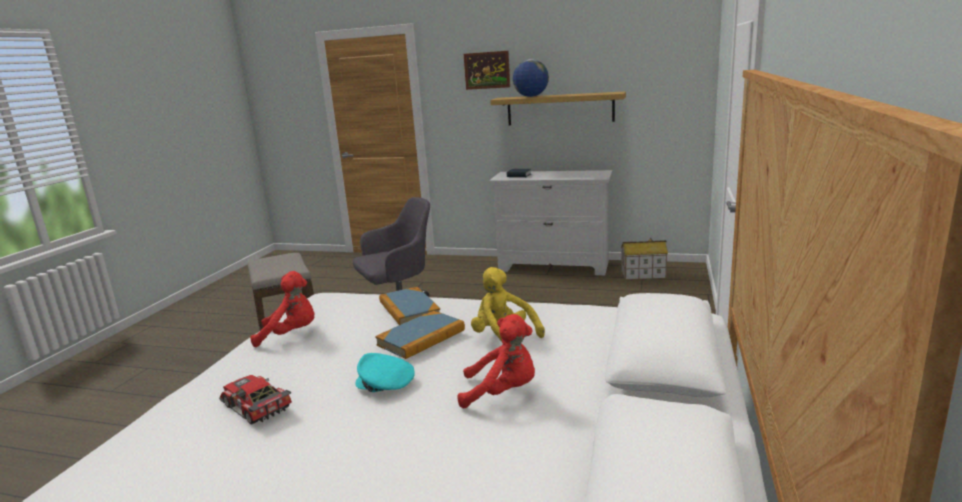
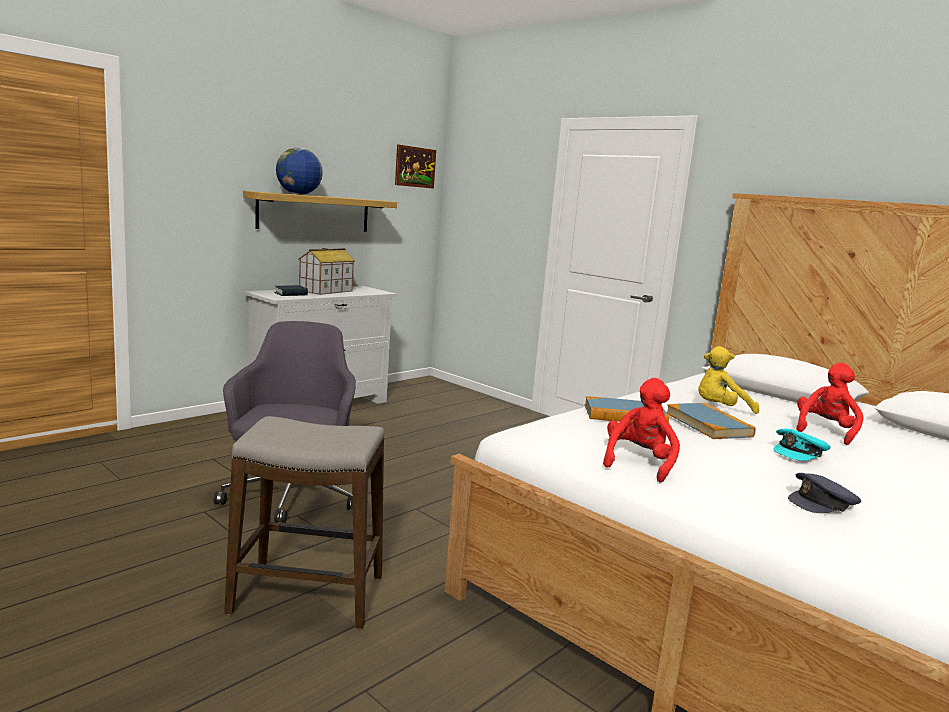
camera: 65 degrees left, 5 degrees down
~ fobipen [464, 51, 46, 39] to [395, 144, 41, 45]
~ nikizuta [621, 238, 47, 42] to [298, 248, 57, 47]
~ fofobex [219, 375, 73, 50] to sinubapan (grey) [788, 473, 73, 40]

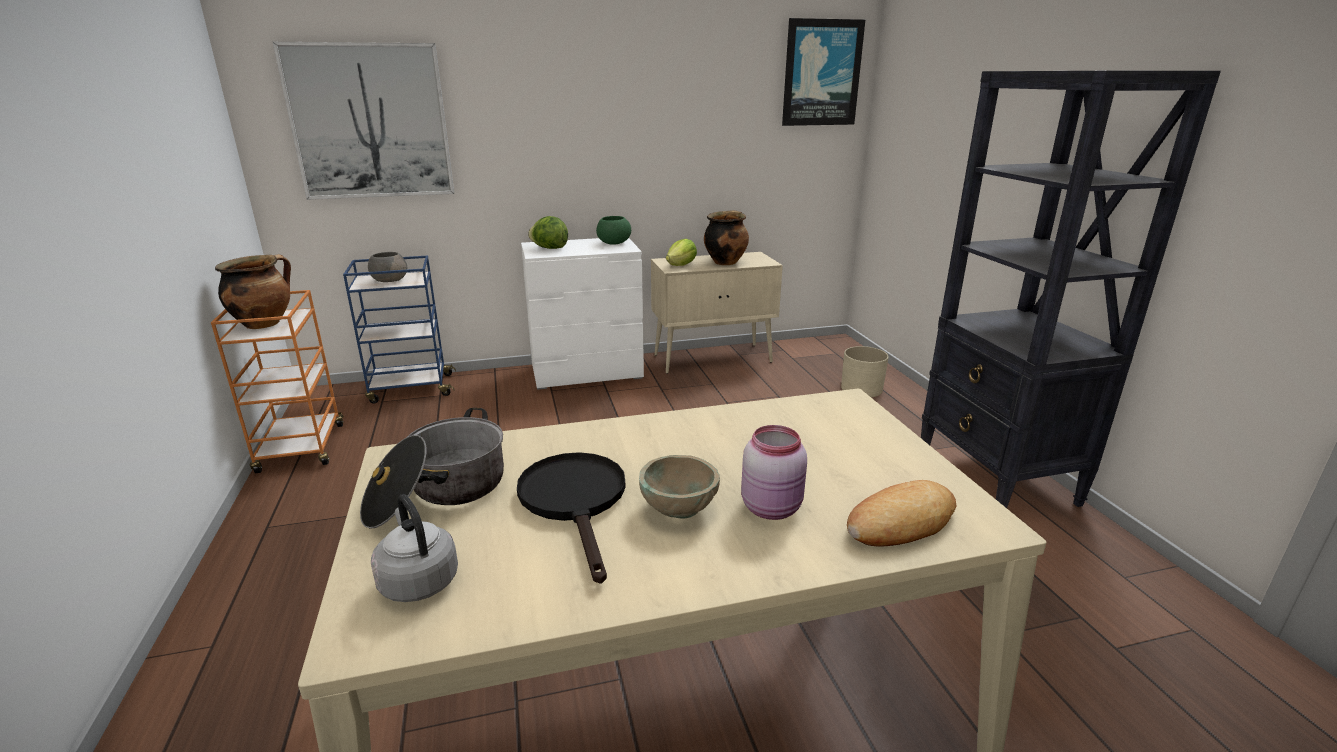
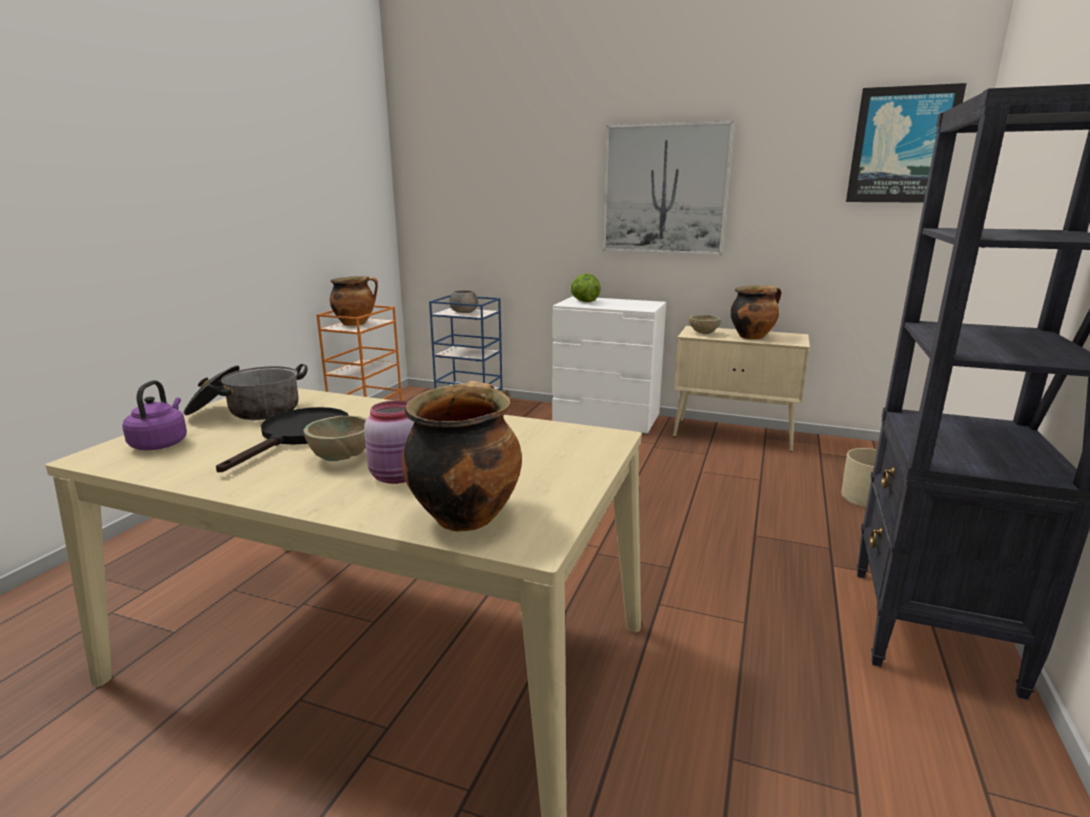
camera: 35 degrees right, 5 degrees down
~ fobipen [273, 42, 181, 158] to [603, 121, 131, 134]
- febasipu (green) [596, 216, 35, 29]
~ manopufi [666, 239, 31, 27] to febasipu (beige) [689, 315, 32, 19]
~ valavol [847, 480, 109, 67] to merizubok [402, 381, 120, 151]
~ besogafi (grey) [371, 494, 87, 108] to besogafi (purple) [122, 380, 65, 70]

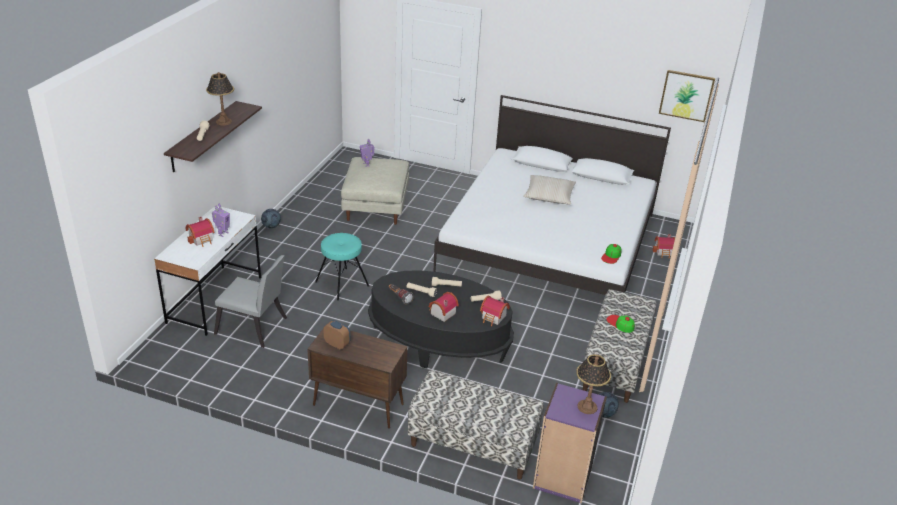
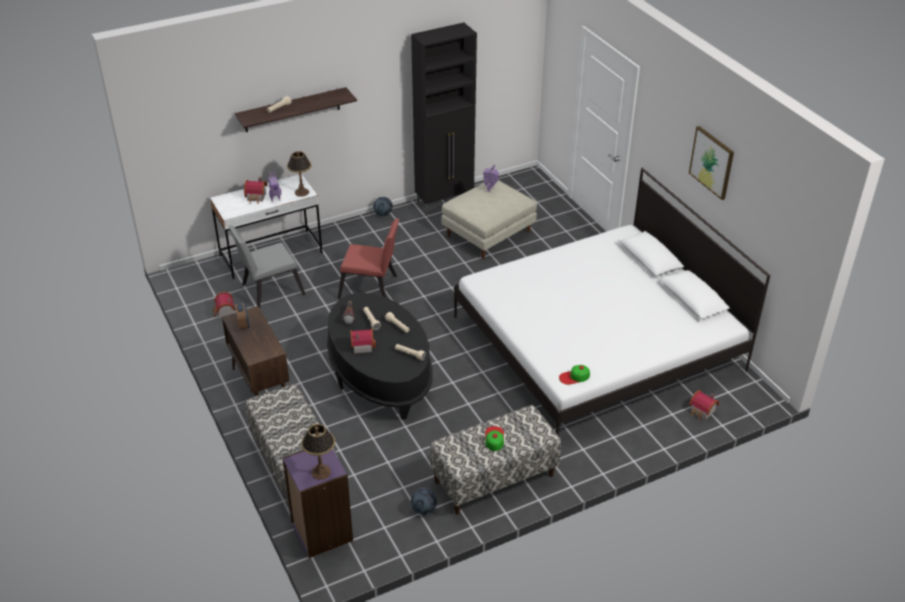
camera: 45 degrees right, 5 degrees up
~ fobipen [659, 70, 56, 52] to [689, 126, 45, 74]
~ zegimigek [206, 72, 28, 54] to [287, 151, 25, 46]
- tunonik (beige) [523, 175, 53, 30]
~ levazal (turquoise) [315, 233, 54, 68] to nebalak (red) [338, 218, 61, 81]
~ nebalak (grey) [214, 255, 73, 93] = [228, 225, 78, 83] 90 degrees clockwise
~ nikizuta [480, 296, 30, 30] to [213, 292, 22, 26]
+ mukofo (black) [411, 23, 66, 190]

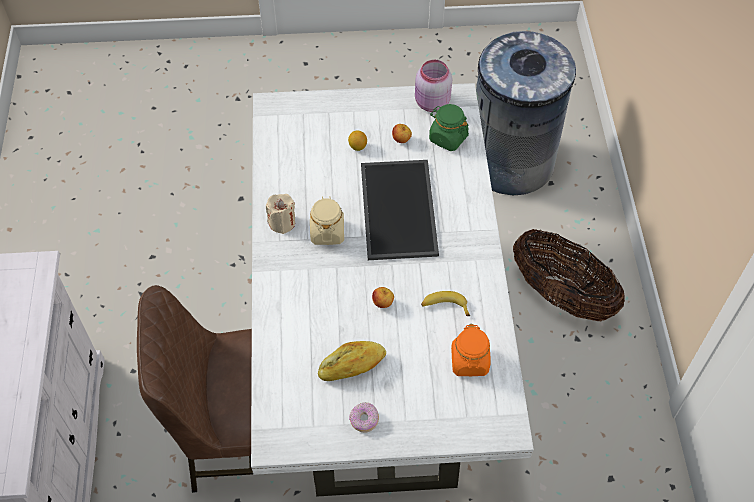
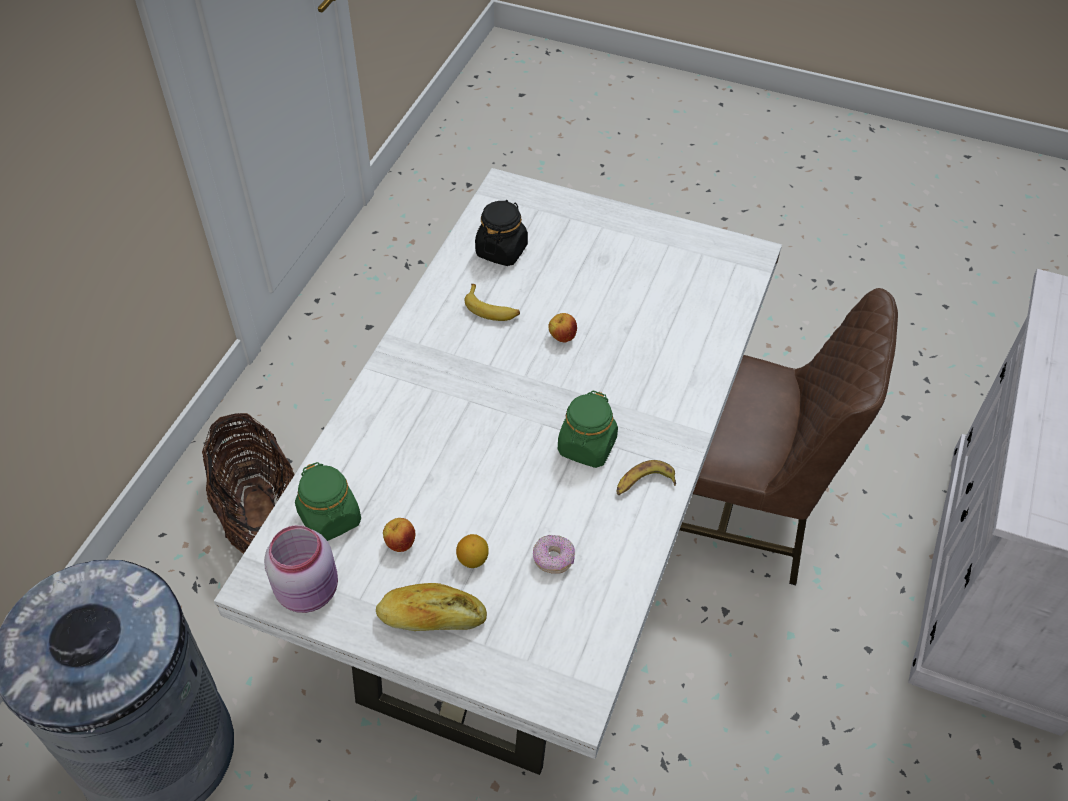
camera: 155 degrees left, 5 degrees down
- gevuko [361, 160, 78, 100]
~ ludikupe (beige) [266, 194, 29, 40] to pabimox [617, 460, 59, 35]
~ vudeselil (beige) [310, 196, 34, 49] to vudeselil (green) [558, 390, 60, 78]
~ vudeselil (orange) [451, 324, 39, 52] to vudeselil (black) [475, 200, 53, 66]
~ valavol [318, 341, 68, 40] to [376, 583, 111, 48]
~ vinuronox [349, 402, 30, 31] to [533, 535, 42, 39]

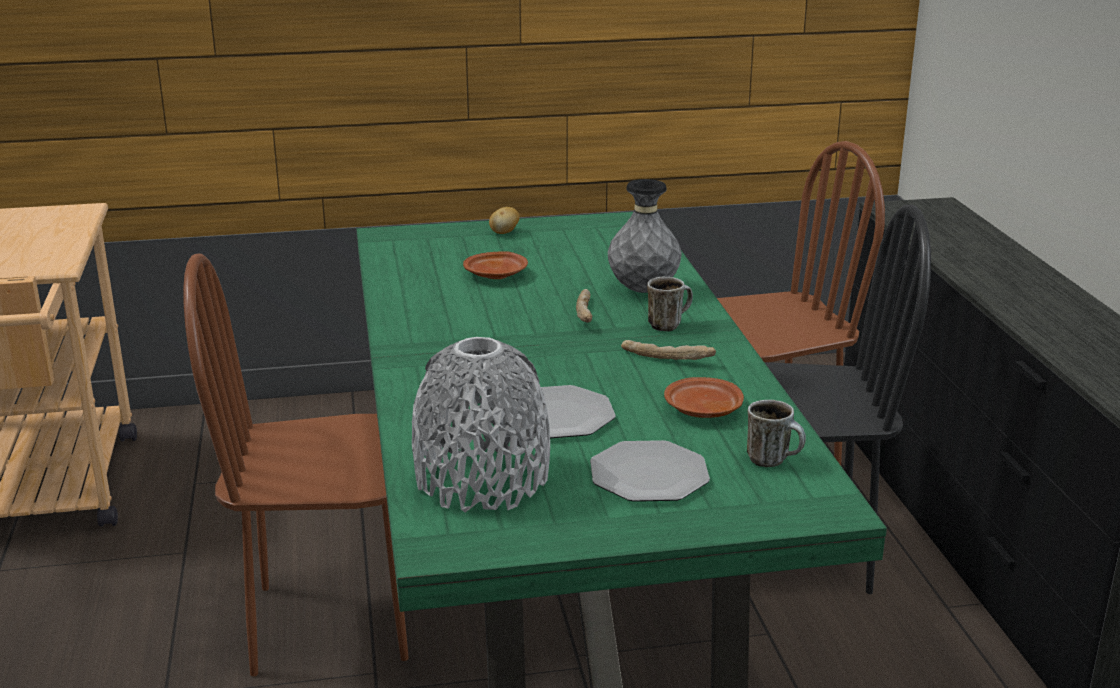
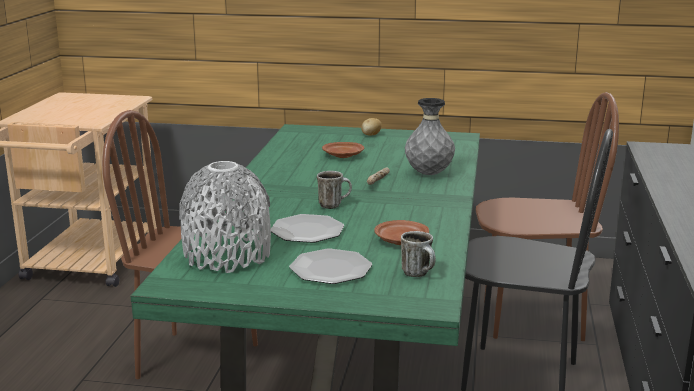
camera: 20 degrees right, 5 degrees down
~ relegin [647, 277, 46, 54] to [317, 171, 35, 38]
- valavol [621, 340, 95, 20]

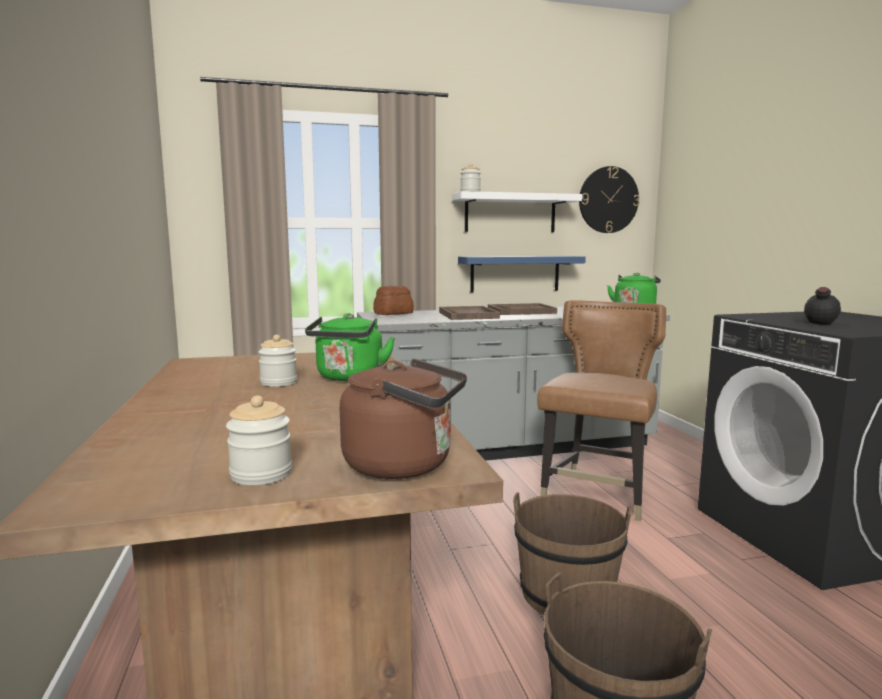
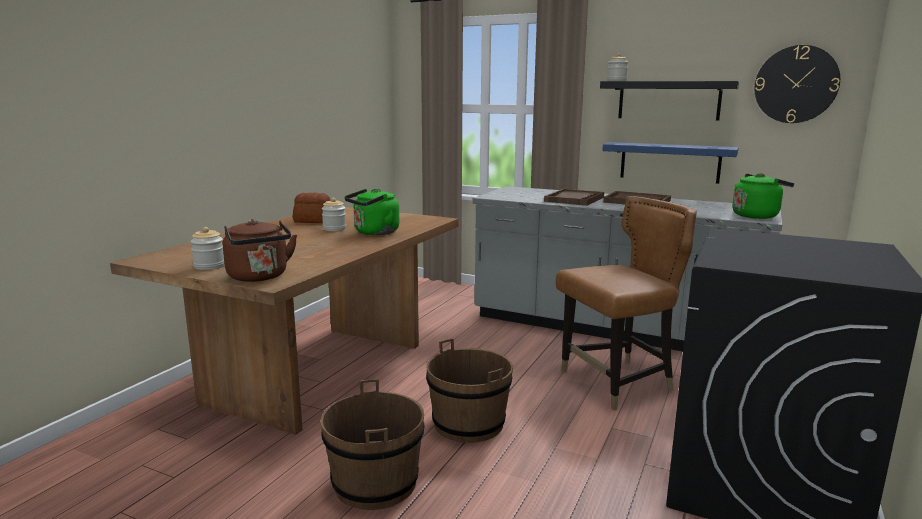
camera: 40 degrees right, 5 degrees up
~ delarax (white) [452, 191, 130, 41] to delarax (black) [600, 81, 139, 40]
~ valavol [373, 285, 41, 30] to [293, 193, 37, 30]
- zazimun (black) [788, 287, 63, 42]

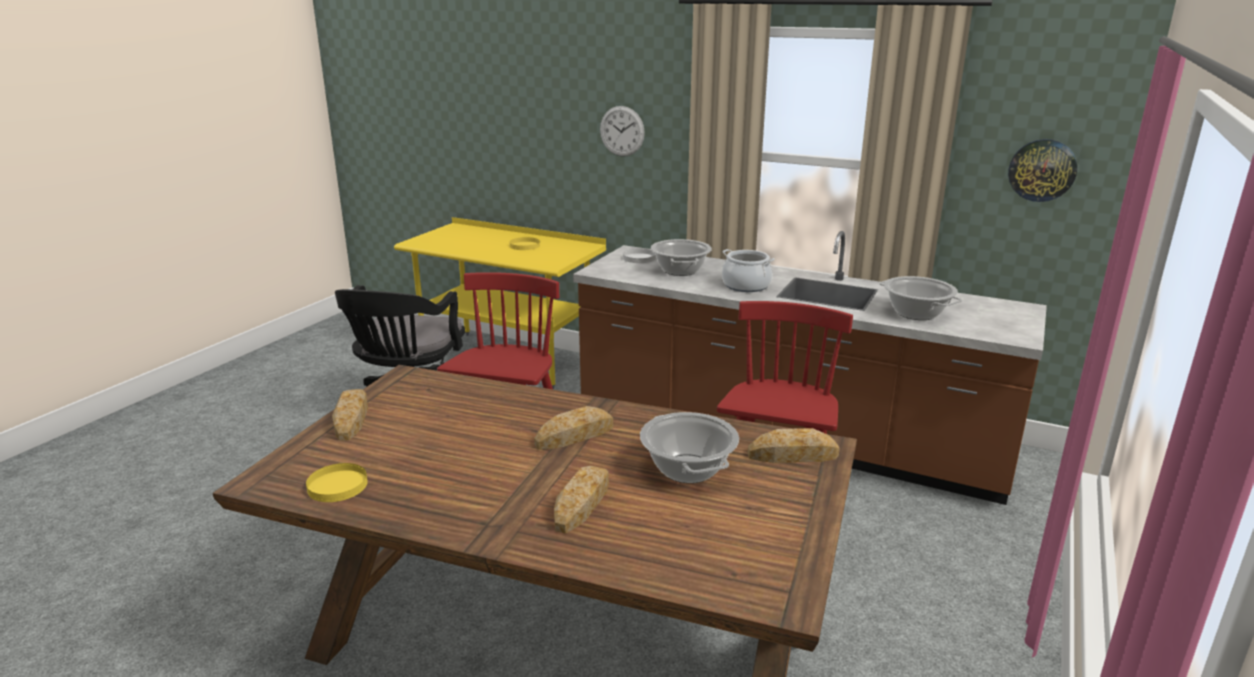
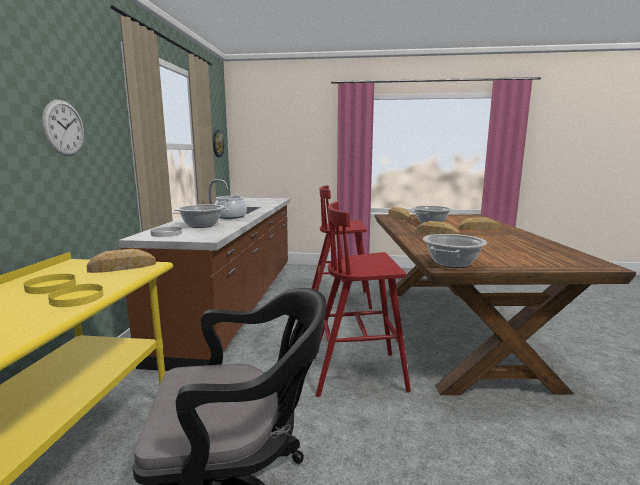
camera: 110 degrees left, 10 degrees down
~ merizubok [879, 276, 83, 44] to [423, 234, 64, 34]
~ valavol [332, 389, 36, 52] to [86, 249, 70, 24]
~ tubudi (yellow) [306, 463, 62, 39] to [48, 284, 56, 23]

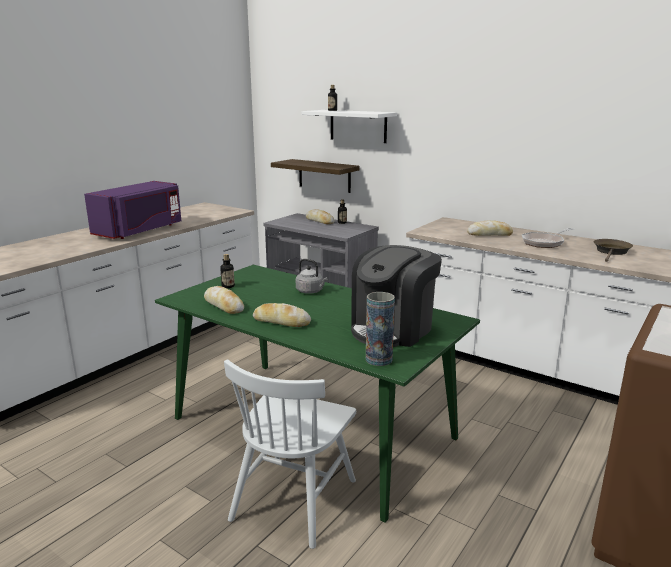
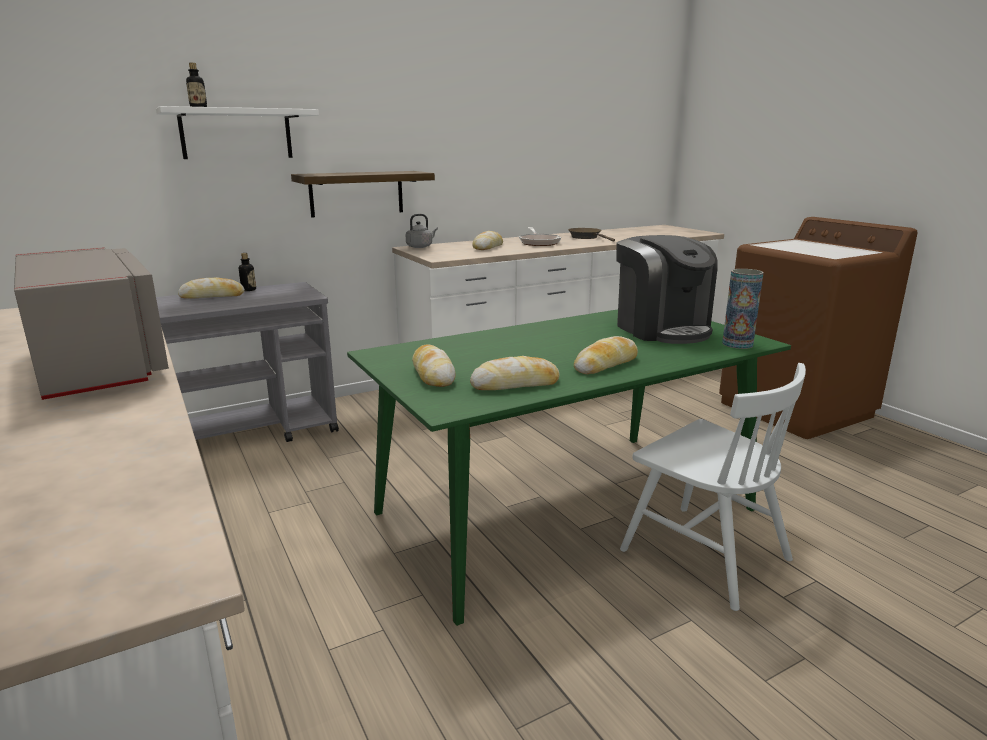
camera: 65 degrees left, 0 degrees up
~ delarax [271, 159, 89, 34] to [291, 171, 144, 47]
~ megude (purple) [84, 181, 97, 58] to megude (grey) [14, 247, 155, 153]
~ zazimun [220, 254, 15, 34] to valavol [412, 345, 44, 42]
~ besogafi (grey) [296, 259, 32, 35] to [406, 214, 32, 34]

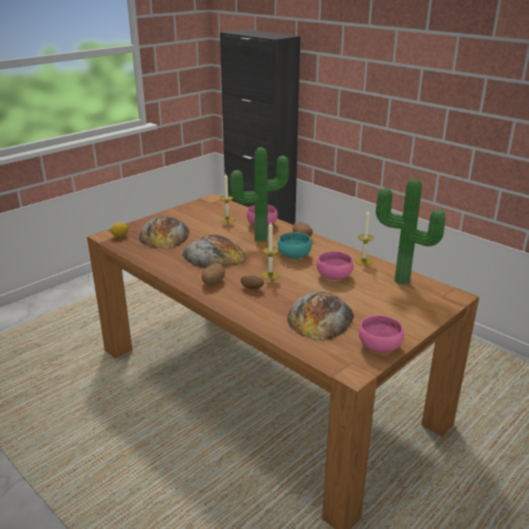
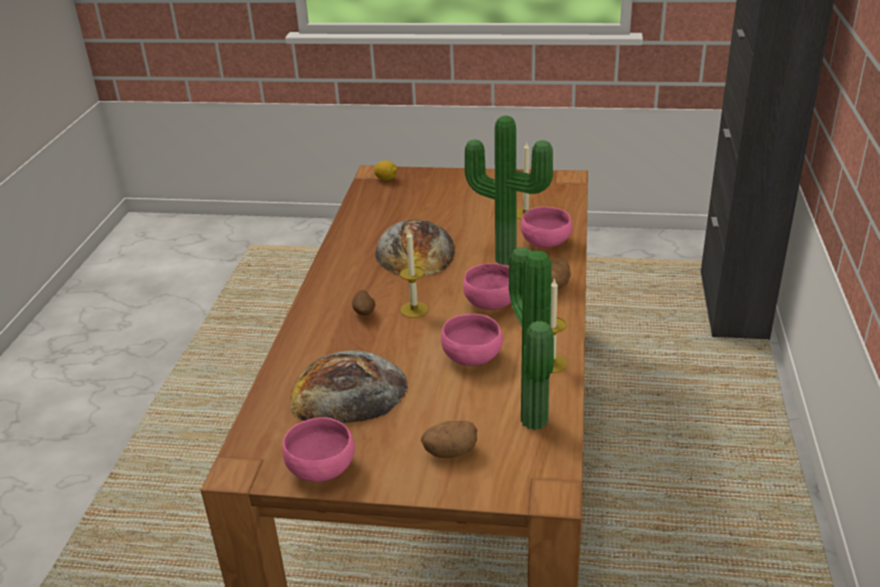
camera: 55 degrees right, 5 degrees up
- valavol [139, 216, 50, 32]
~ febasipu (turquoise) [278, 232, 34, 27] to febasipu (pink) [463, 263, 48, 47]
~ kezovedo [202, 263, 23, 22] to [421, 421, 56, 37]

